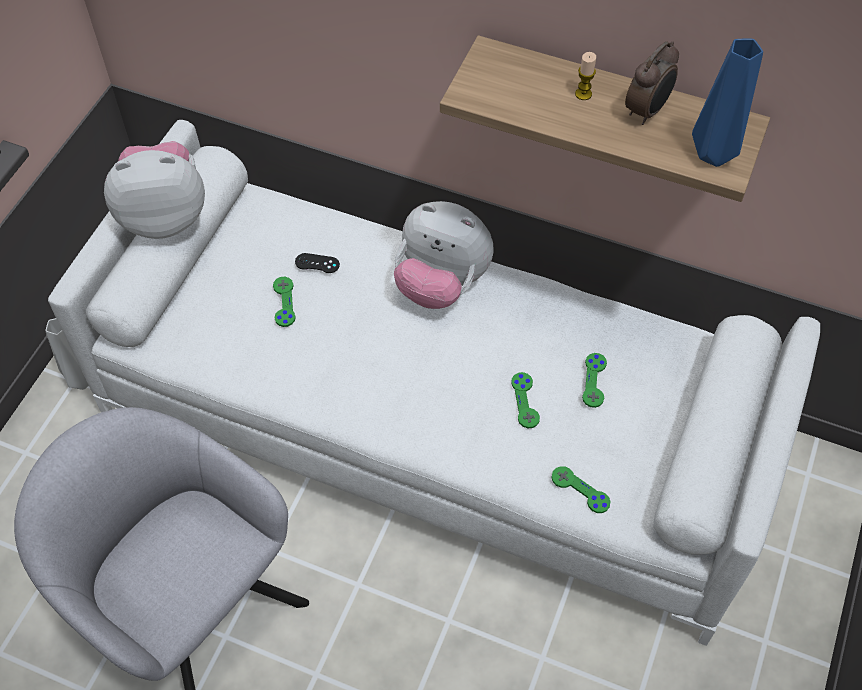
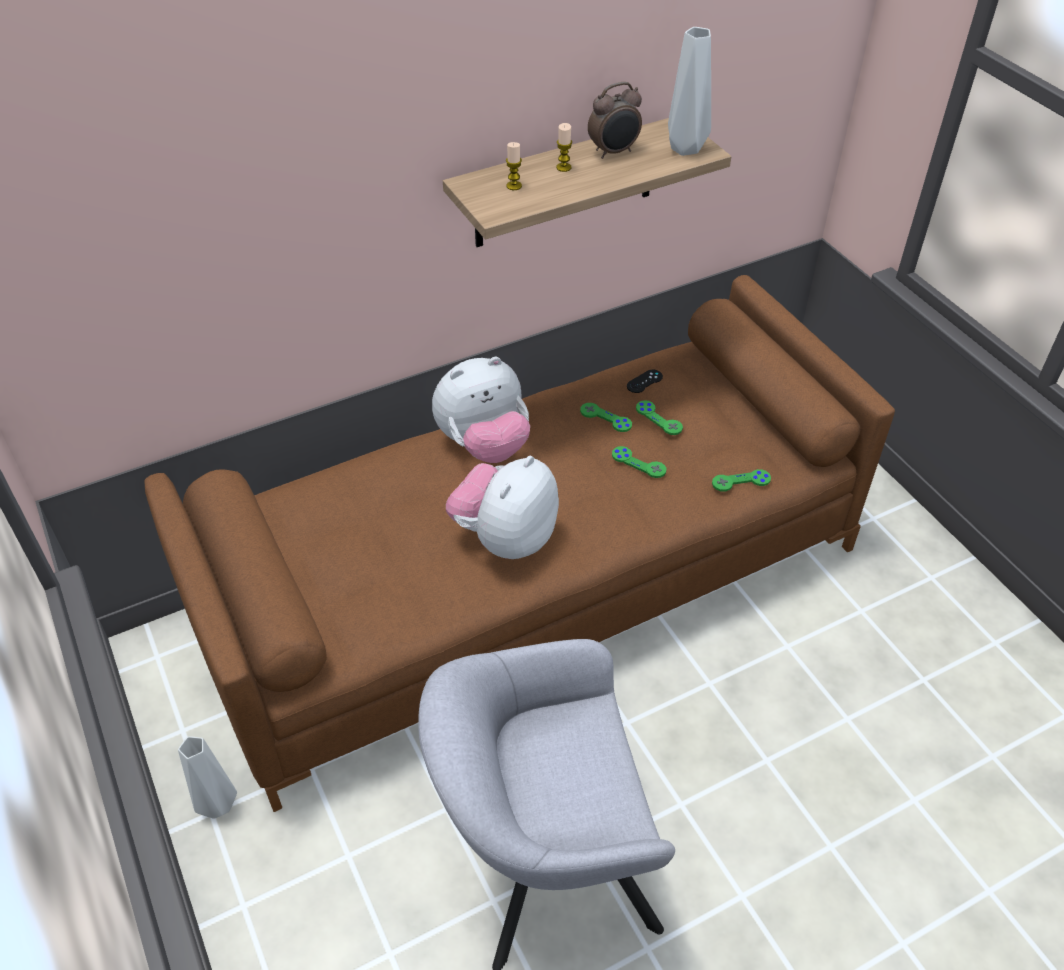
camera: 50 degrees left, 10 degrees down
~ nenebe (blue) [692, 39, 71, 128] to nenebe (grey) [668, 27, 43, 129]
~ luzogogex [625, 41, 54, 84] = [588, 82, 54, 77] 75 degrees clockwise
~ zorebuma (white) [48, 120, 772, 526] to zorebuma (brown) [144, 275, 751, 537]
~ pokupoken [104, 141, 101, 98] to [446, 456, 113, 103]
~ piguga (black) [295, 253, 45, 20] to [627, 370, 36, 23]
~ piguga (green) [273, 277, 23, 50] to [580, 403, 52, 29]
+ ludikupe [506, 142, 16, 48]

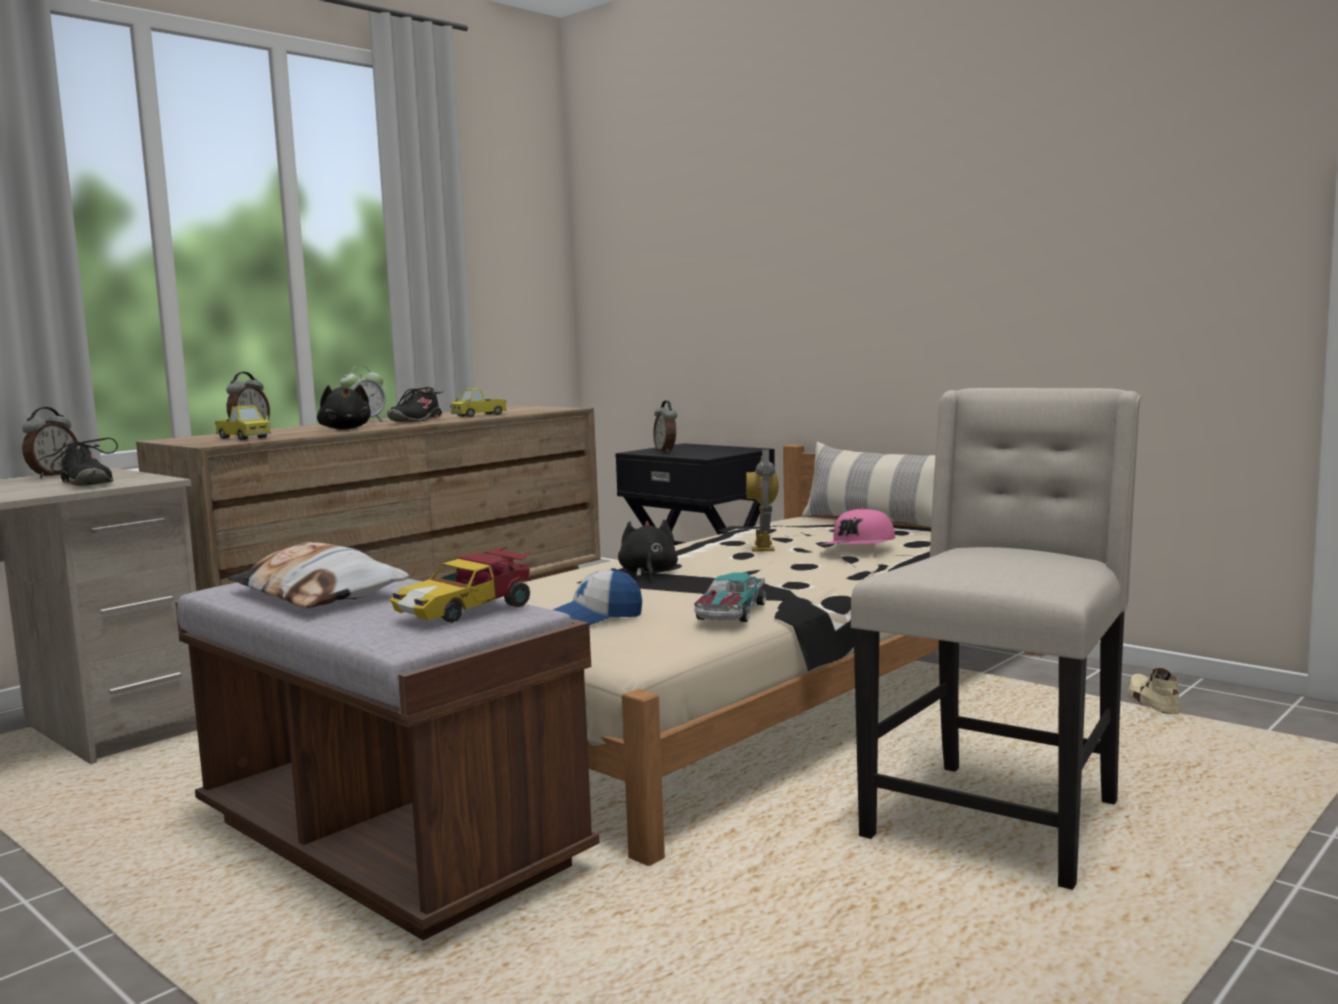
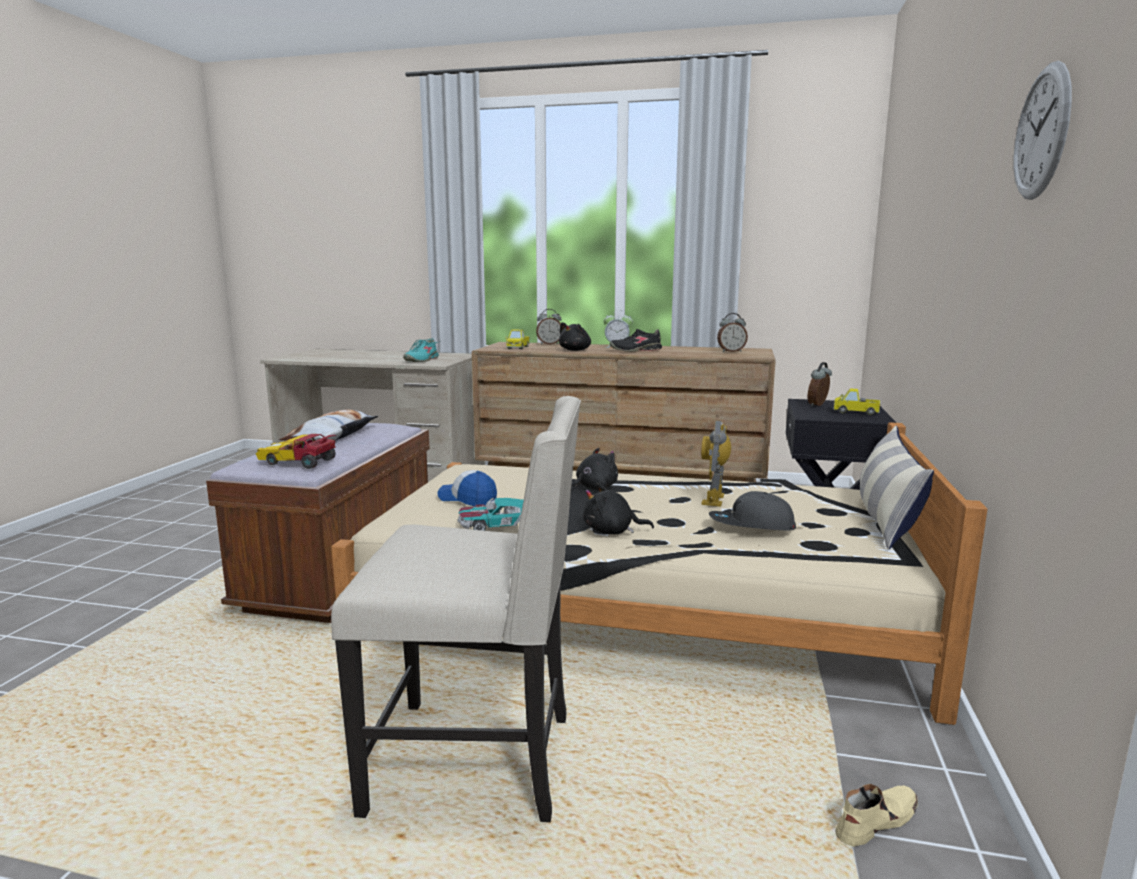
camera: 60 degrees right, 5 degrees up
~ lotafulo [450, 388, 57, 29] to [833, 388, 48, 27]
~ luzogogex [22, 407, 56, 71] to [717, 313, 31, 39]
~ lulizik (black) [38, 438, 80, 48] to lulizik (turquoise) [403, 338, 36, 24]
~ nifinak [746, 450, 33, 102] = [701, 421, 30, 86] 45 degrees counterclockwise
~ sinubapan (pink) [820, 508, 75, 37] to sinubapan (grey) [709, 491, 87, 39]
+ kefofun [1014, 61, 58, 139]
+ pokupoken (black) [583, 483, 71, 51]

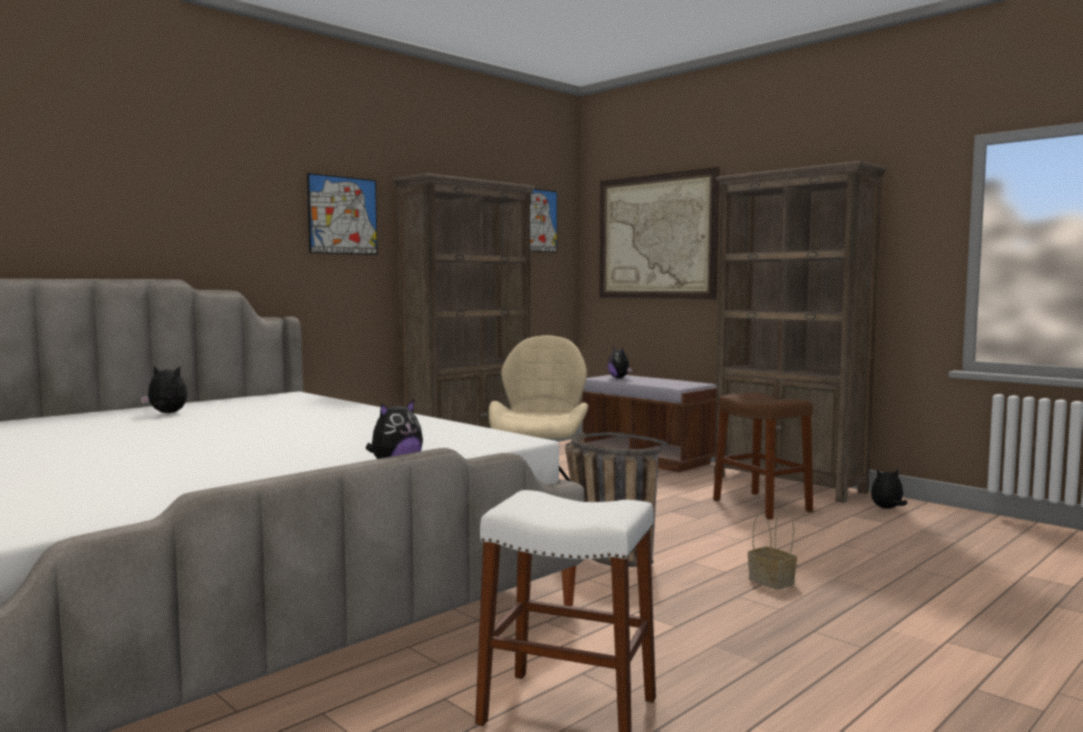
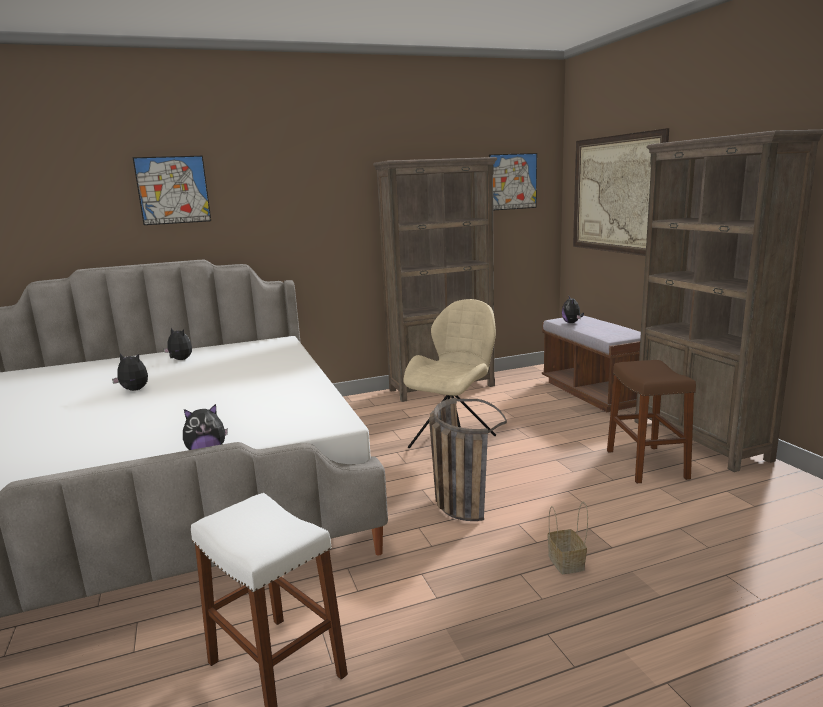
camera: 25 degrees right, 10 degrees up
~ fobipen [307, 173, 71, 82] to [133, 156, 78, 69]
~ pokupoken [871, 469, 37, 40] to [112, 354, 36, 37]

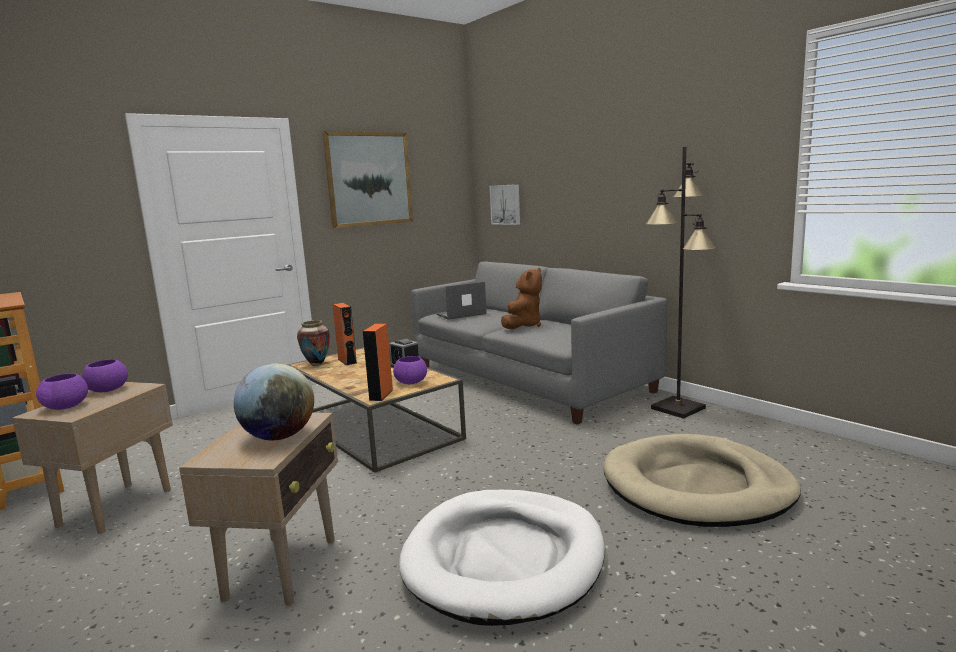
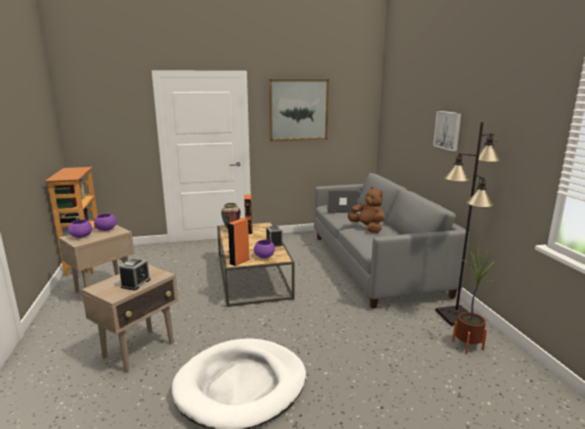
camera: 25 degrees right, 5 degrees up
~ fobipen [490, 184, 30, 41] to [433, 111, 28, 40]
~ pokupoken (brown) [501, 268, 41, 61] = [348, 187, 37, 46] 90 degrees counterclockwise
~ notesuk [234, 363, 80, 77] to luzogogex [119, 258, 32, 33]
- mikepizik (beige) [603, 434, 198, 93]
+ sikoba [452, 244, 44, 110]

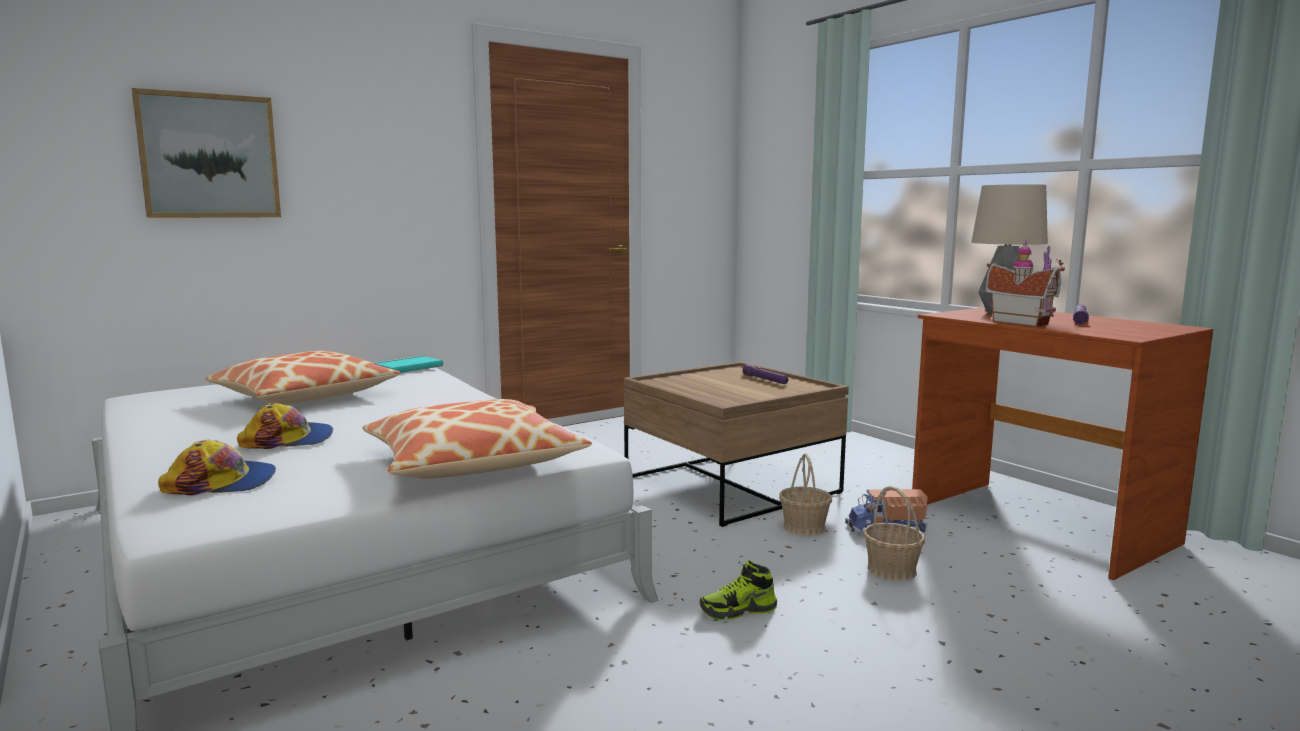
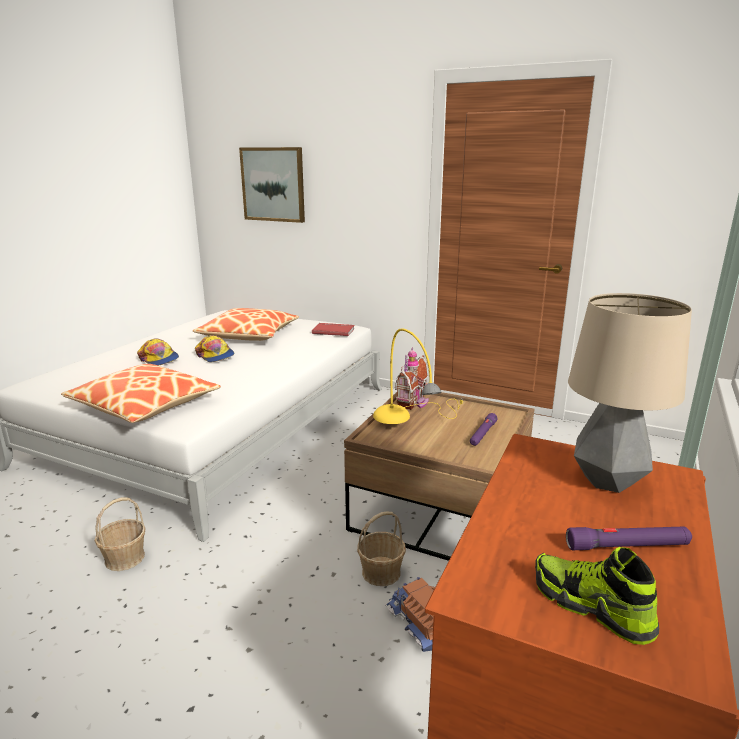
camera: 60 degrees right, 10 degrees up
~ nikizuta [986, 241, 79, 86] to [395, 347, 34, 63]
~ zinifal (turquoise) [374, 356, 69, 17] to zinifal (red) [312, 323, 43, 13]
~ sinubapan [158, 440, 118, 56] to [195, 335, 39, 27]
~ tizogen [864, 486, 61, 95] to [95, 497, 51, 74]
~ lulizik [700, 560, 77, 60] to [535, 547, 124, 98]
+ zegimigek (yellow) [373, 328, 90, 96]

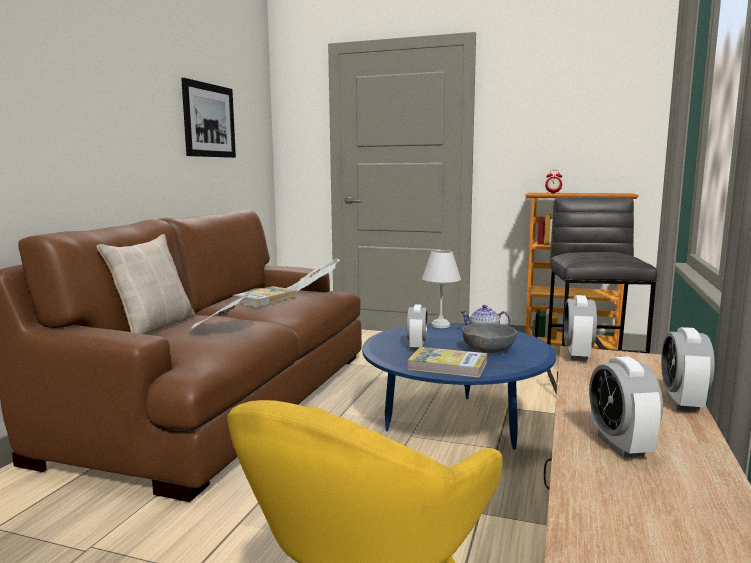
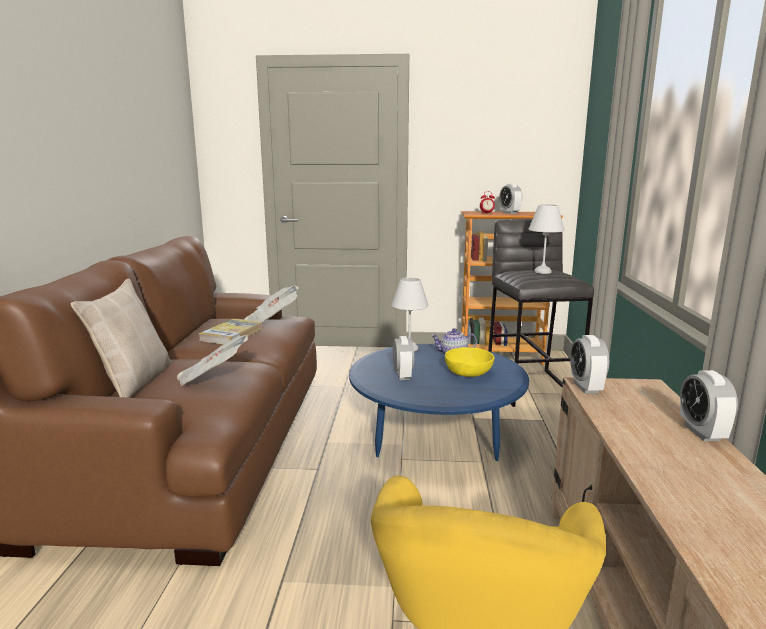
camera: 15 degrees left, 5 degrees up
- fobipen [181, 78, 55, 80]
~ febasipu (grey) [462, 323, 55, 30] to febasipu (yellow) [445, 347, 49, 30]
- zinifal [408, 347, 79, 30]
~ luzogogex [589, 357, 74, 101] to [499, 184, 23, 30]
+ zegimigek (white) [529, 204, 35, 70]

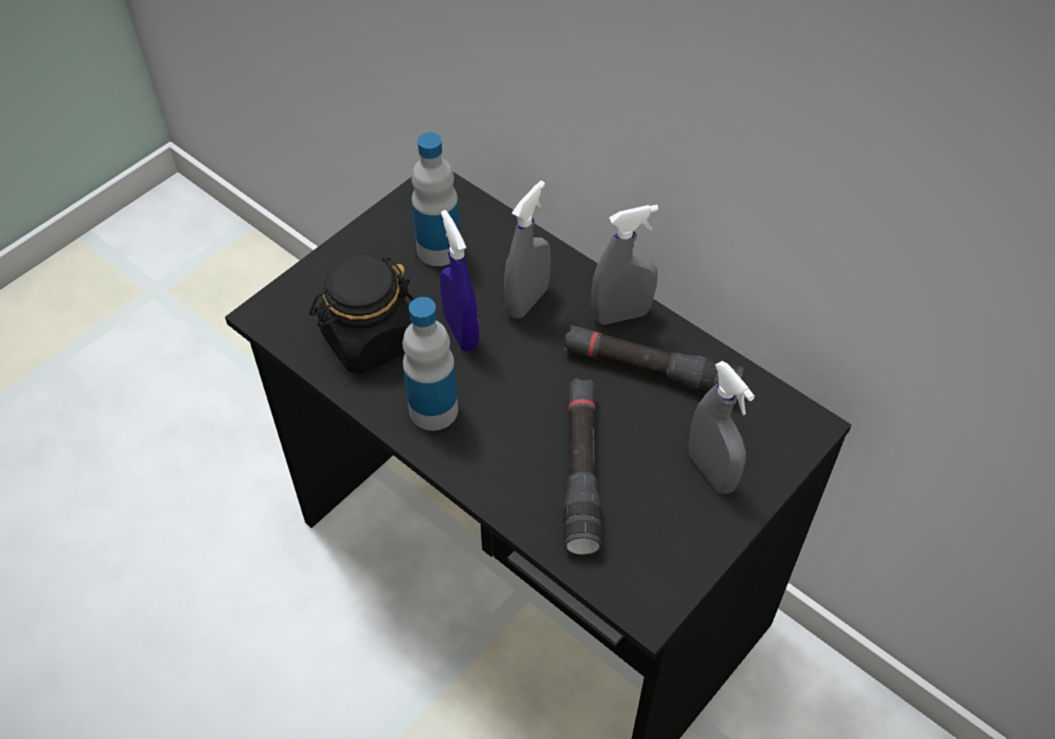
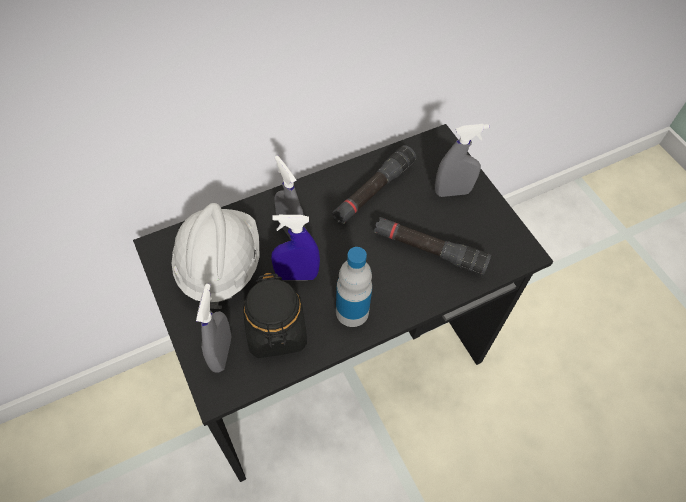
camera: 70 degrees left, 5 degrees up
~ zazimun [412, 132, 48, 134] to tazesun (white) [171, 203, 89, 106]
~ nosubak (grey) [592, 205, 67, 120] to [196, 284, 35, 89]

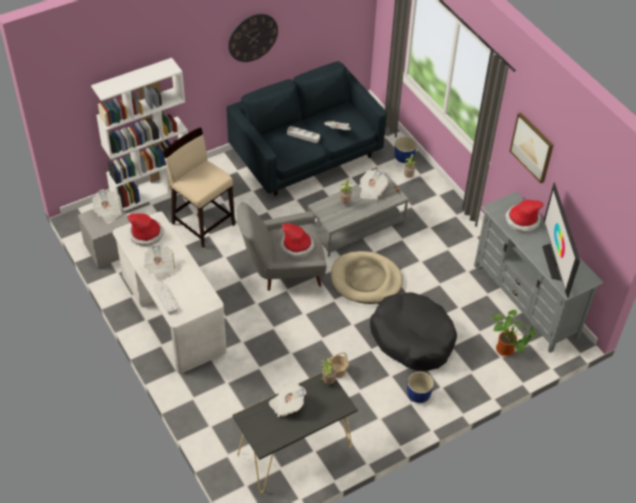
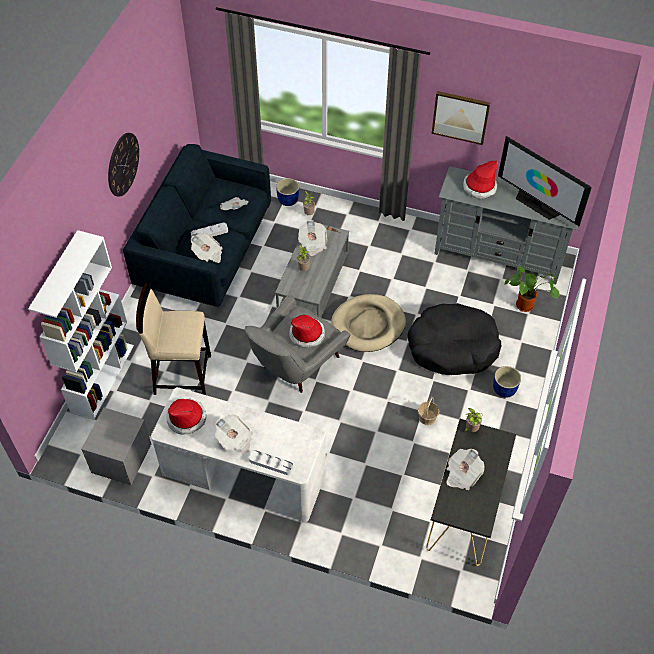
camera: 40 degrees left, 5 degrees up
~ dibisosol [92, 189, 30, 35] to [191, 233, 32, 30]

